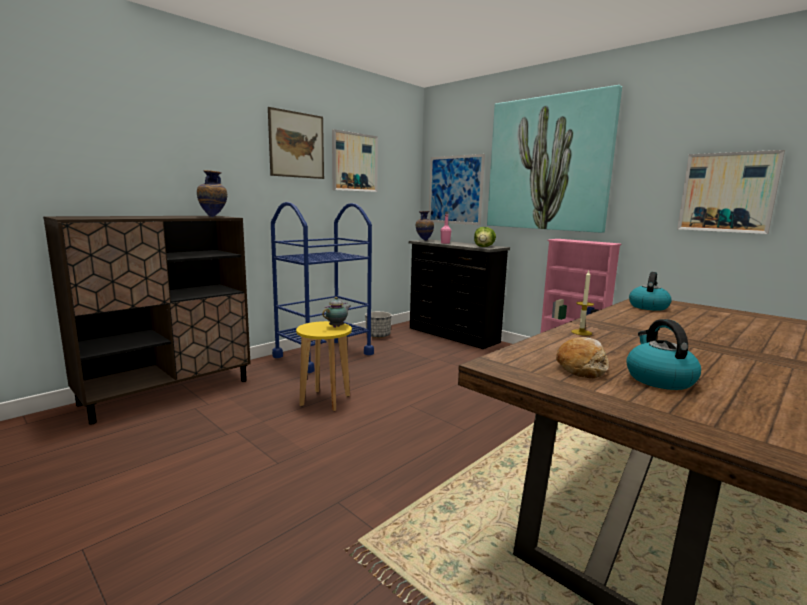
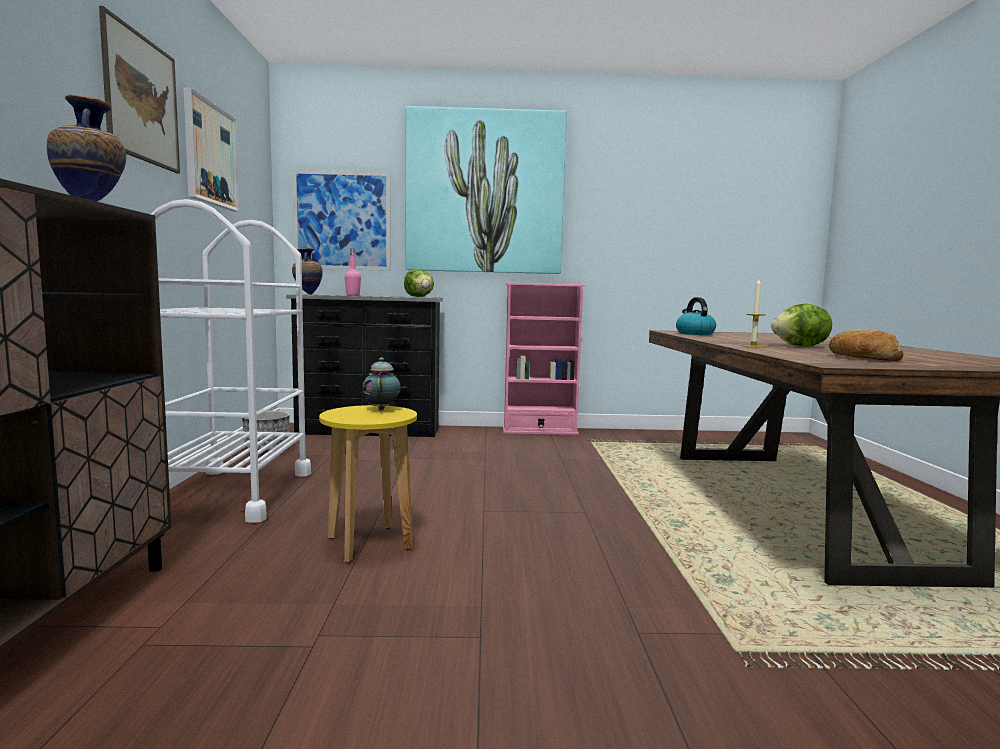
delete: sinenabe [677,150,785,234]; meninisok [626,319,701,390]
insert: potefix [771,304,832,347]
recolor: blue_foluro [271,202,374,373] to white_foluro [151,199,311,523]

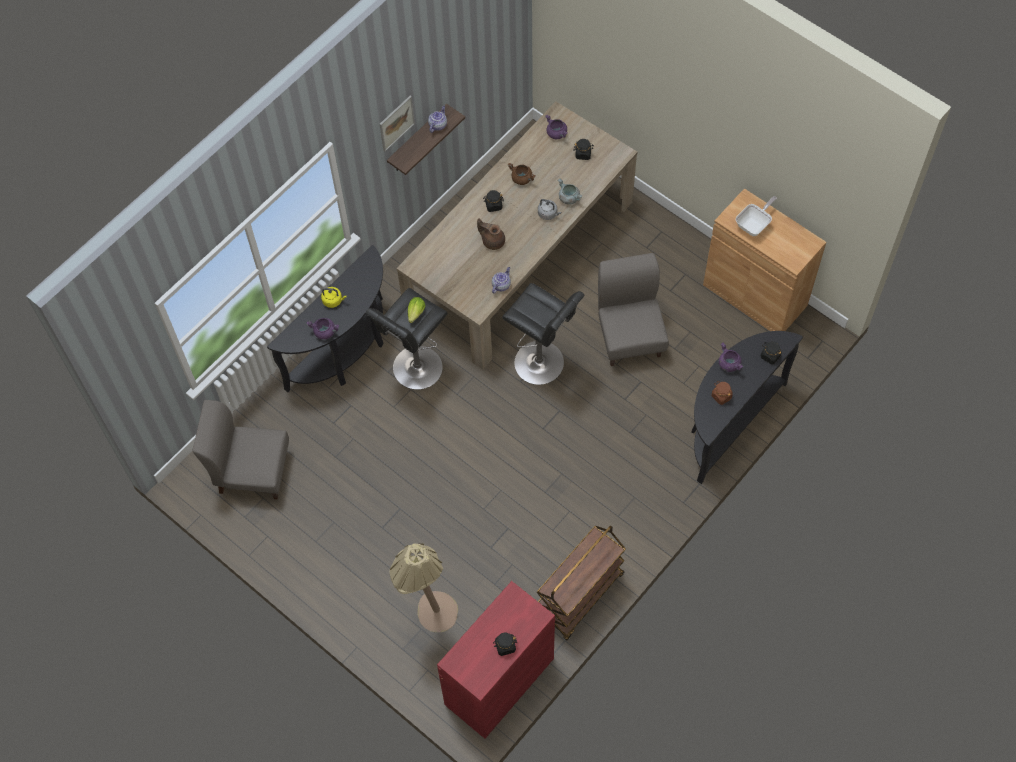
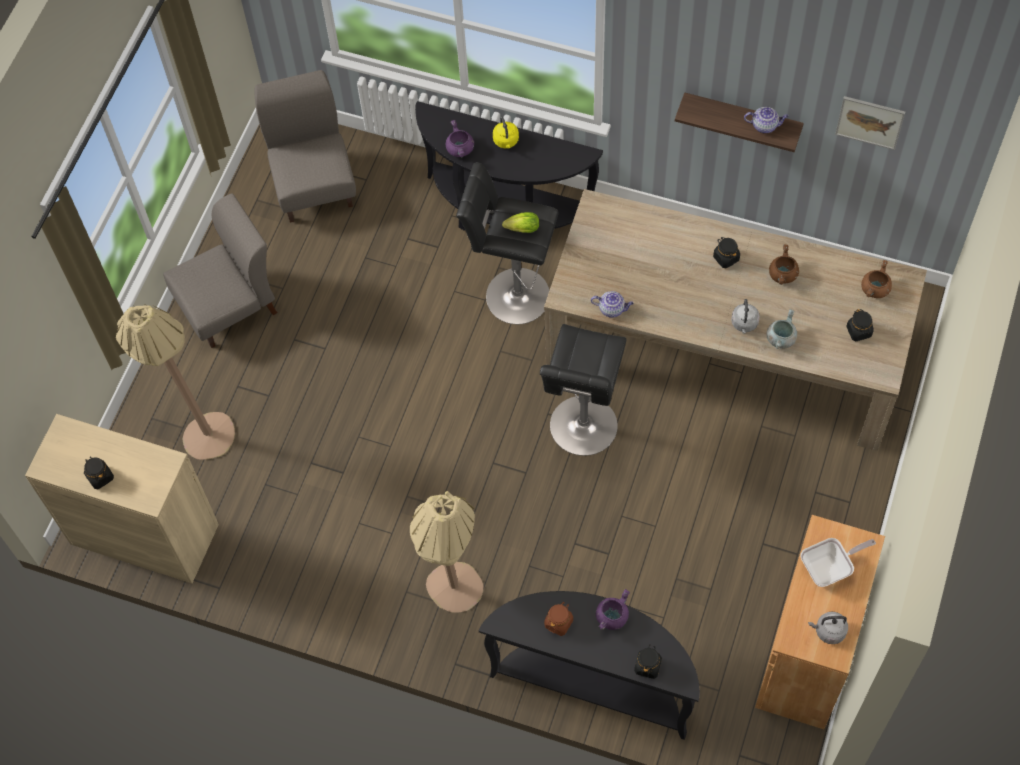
delete: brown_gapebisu [477,219,505,250]; brown_foluro [537,525,626,641]
insert: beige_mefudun [410,491,484,612]; grey_meninisok [808,612,848,644]
move: sinenabe [380,96,415,152] to [835,96,905,150]; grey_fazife [598,253,669,366] to [163,193,278,348]
recolor: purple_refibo [545,115,567,139] to brown_refibo [861,260,892,298]; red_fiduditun [437,581,555,739] to beige_fiduditun [25,414,219,583]
rotate: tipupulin [736,196,777,236] = [801,538,876,587] 45 degrees counterclockwise

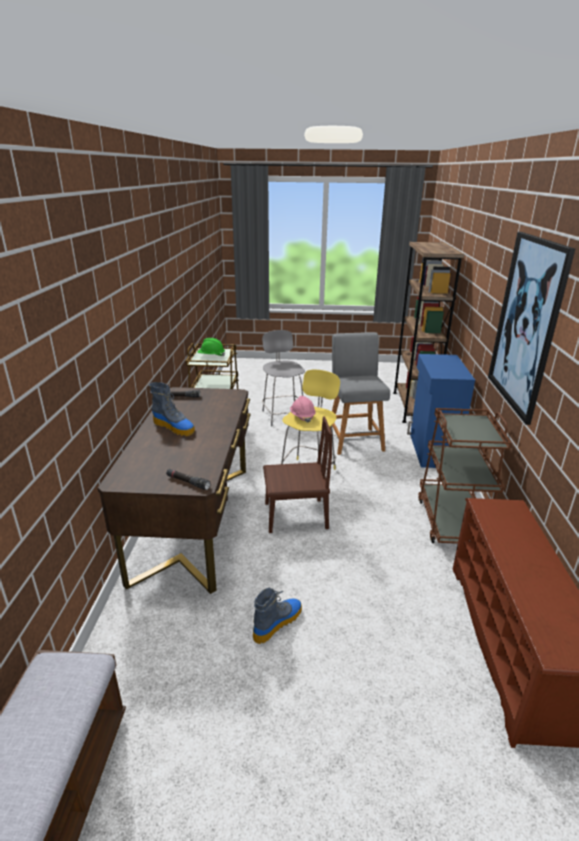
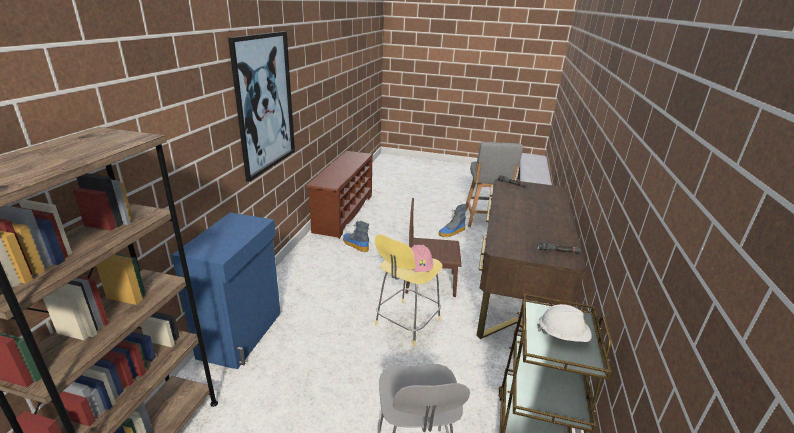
delete: brown_foluro [418,408,511,544]
move: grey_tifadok [330,332,390,455] to [466,142,523,227]; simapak [149,382,195,436] to [343,221,369,252]
recolor: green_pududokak [197,338,225,357] to white_pududokak [537,304,592,342]

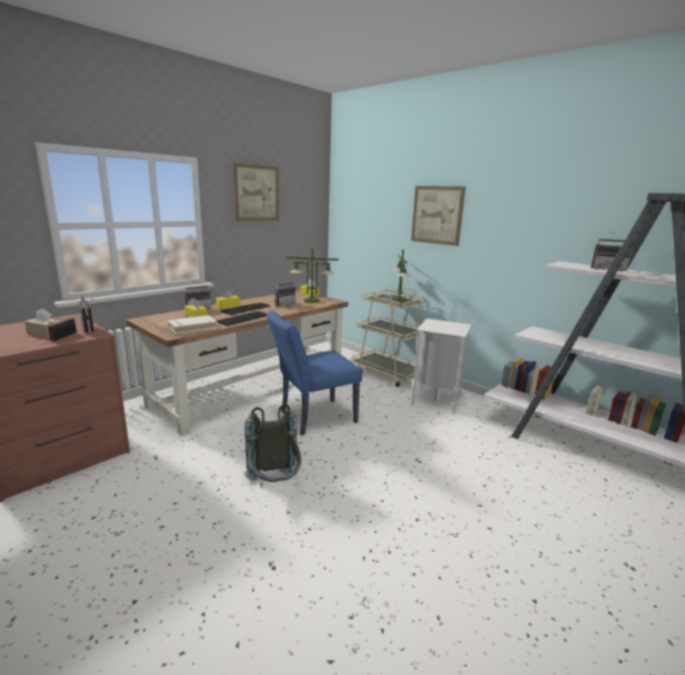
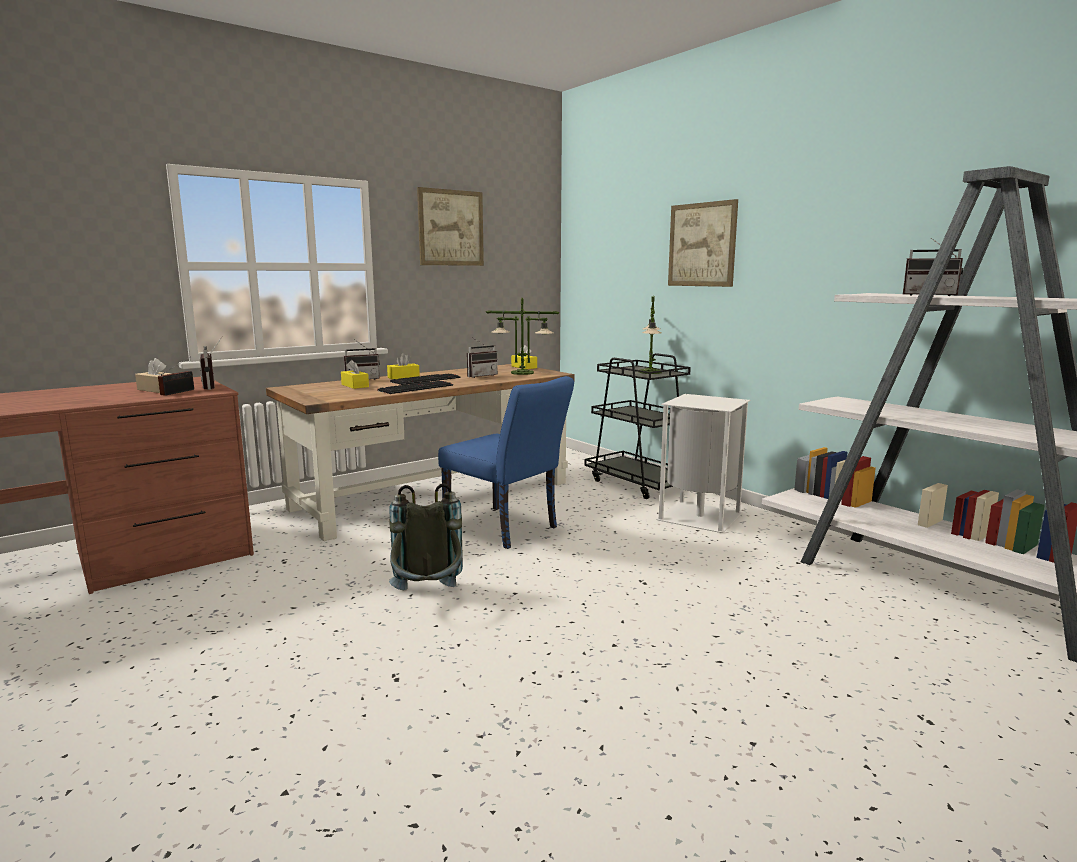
delete: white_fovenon [168,315,217,334]
recolor: beige_foluro [351,286,426,387] to black_foluro [585,353,691,499]
rotate: blue_fazife [267,311,362,436] = [438,376,574,549] 120 degrees counterclockwise

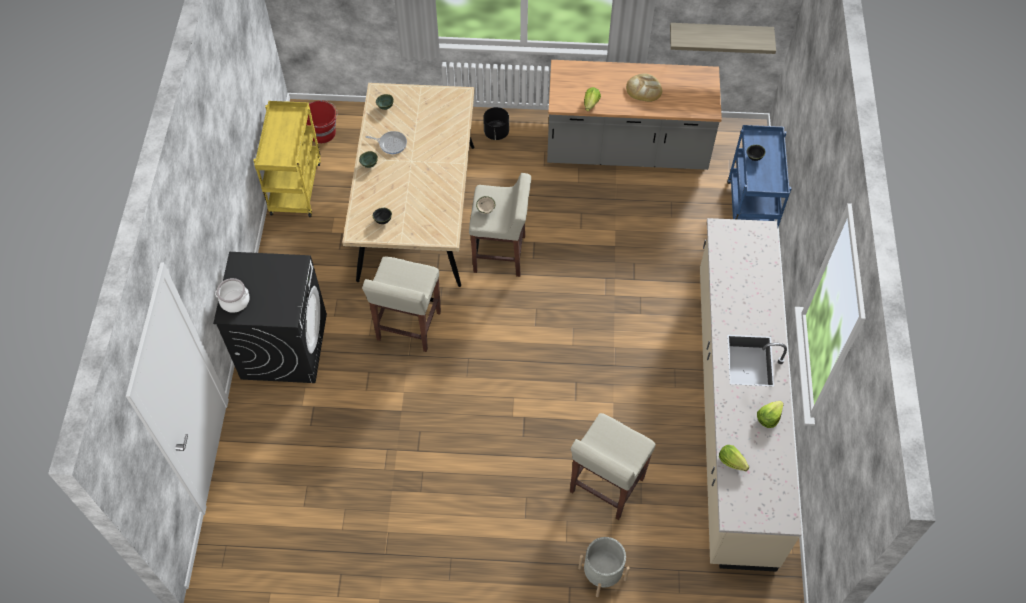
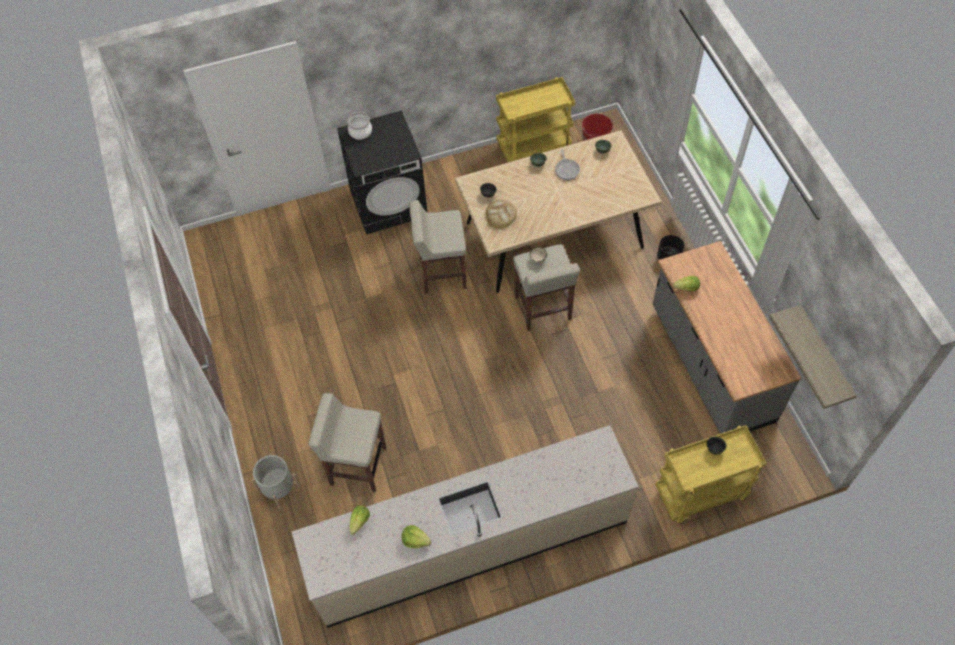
move: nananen [626,73,662,102] to [486,200,517,229]
recolor: blue_foluro [727,125,791,227] to yellow_foluro [655,425,767,524]

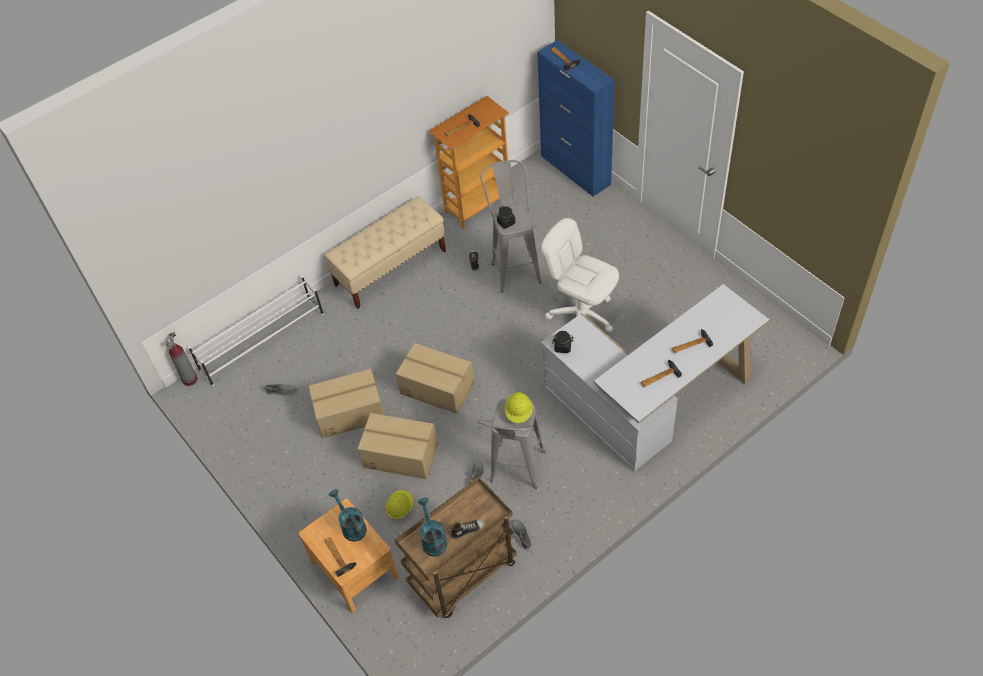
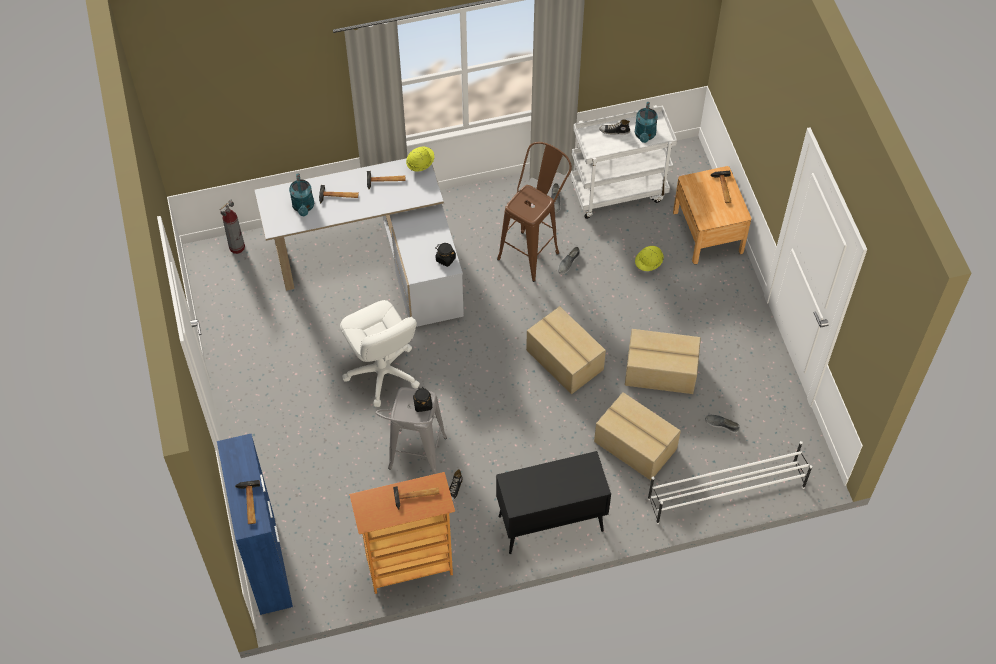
move: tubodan [166,331,198,386] to [220,199,245,254]; yellow_pududokak [505,392,533,423] to [406,147,434,172]; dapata [357,413,438,479] to [594,392,681,480]; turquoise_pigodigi [329,489,367,542] to [289,173,314,216]
replace: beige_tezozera [324,196,446,309] to black_fiduditun [496,451,611,554]
recolor: grey_tifadok [477,399,545,489] to brown_tifadok [497,142,572,282]; brown_foluro [395,477,516,618] to white_foluro [570,105,677,219]

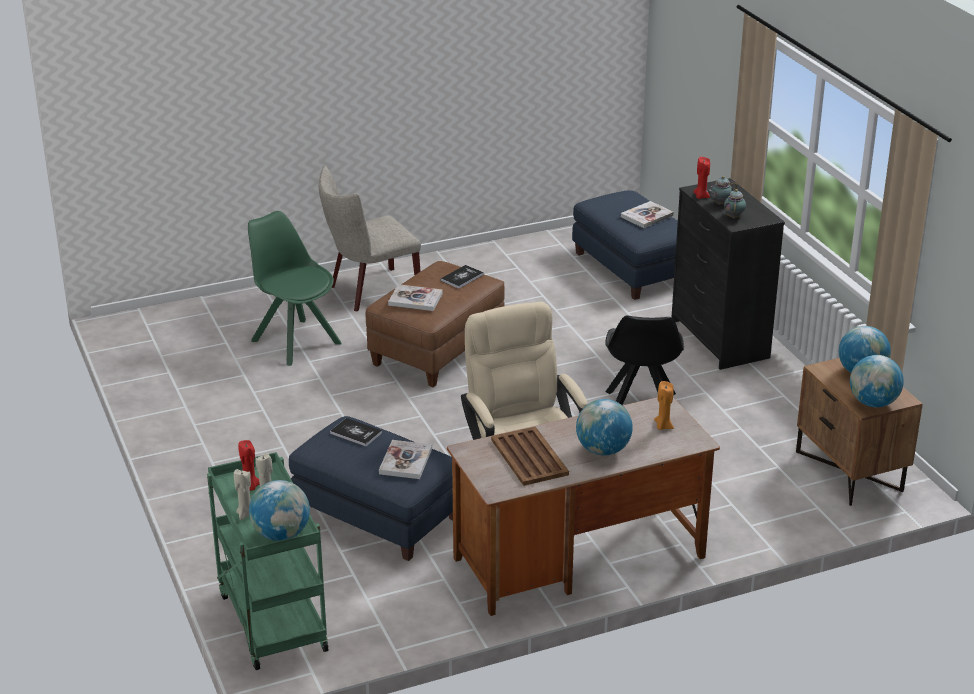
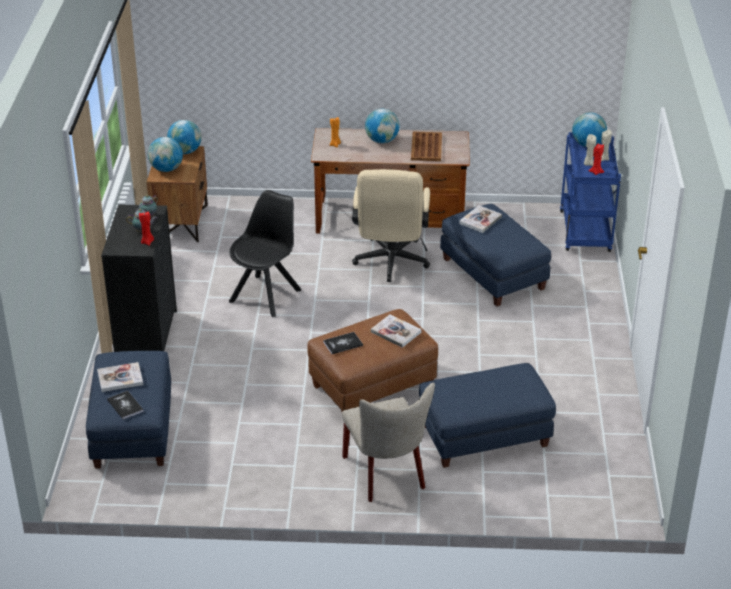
move: fovenon [330,418,382,447] to [107,390,144,420]
replace: green_fazife [248,211,341,366] to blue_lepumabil [419,363,556,468]
recolor: green_foluro [207,452,328,670] to blue_foluro [560,132,621,252]
rotate: beige_fazife [319,166,421,312] = [342,382,435,502] 75 degrees clockwise

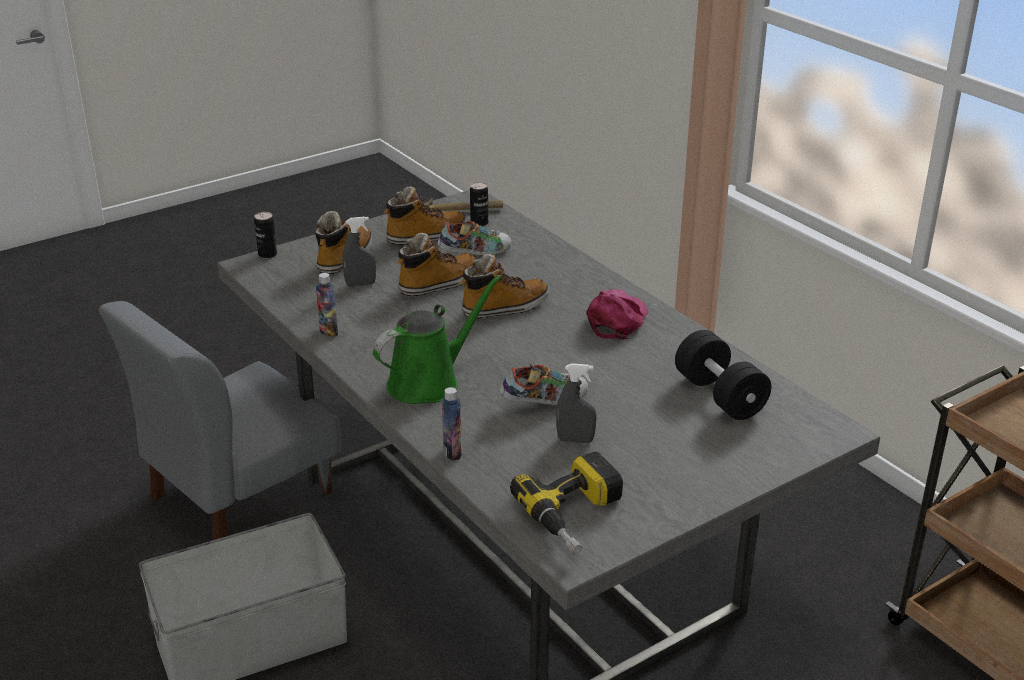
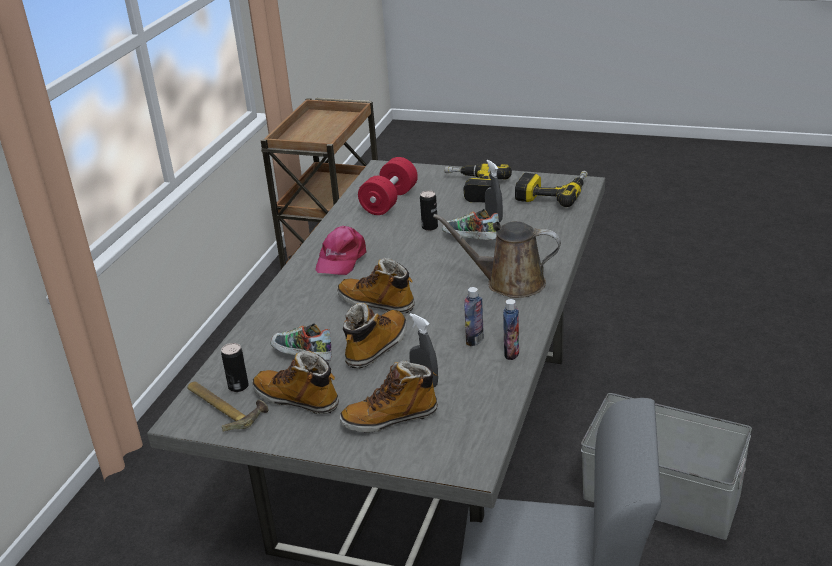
insert: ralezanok [445,164,512,202]
move: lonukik [254,212,277,259] to [420,190,438,231]; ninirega [442,387,462,461] to [464,287,484,346]
recolor: green_pigodigi [373,275,502,404] to brown_pigodigi [433,214,561,298]; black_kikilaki [675,330,771,420] to red_kikilaki [358,157,418,215]
rotate: simapak [397,233,476,296] = [343,303,407,369] 105 degrees clockwise; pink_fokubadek [586,289,648,339] = [315,226,367,275] 60 degrees counterclockwise

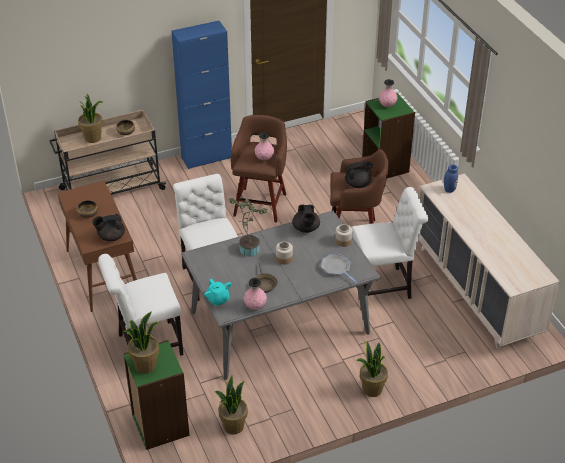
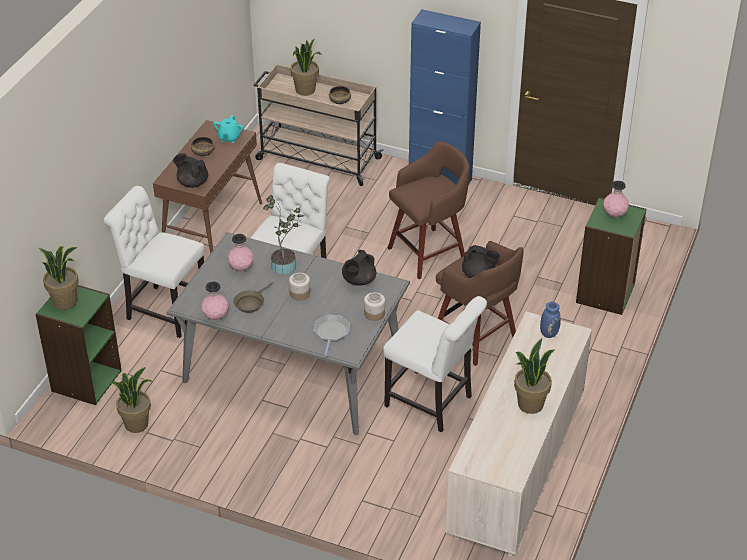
move: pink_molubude [255,132,274,161] to [227,234,254,271]; turquoise_gapebisu [204,279,231,306] to [213,115,244,143]; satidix [356,341,388,397] to [514,338,554,414]

